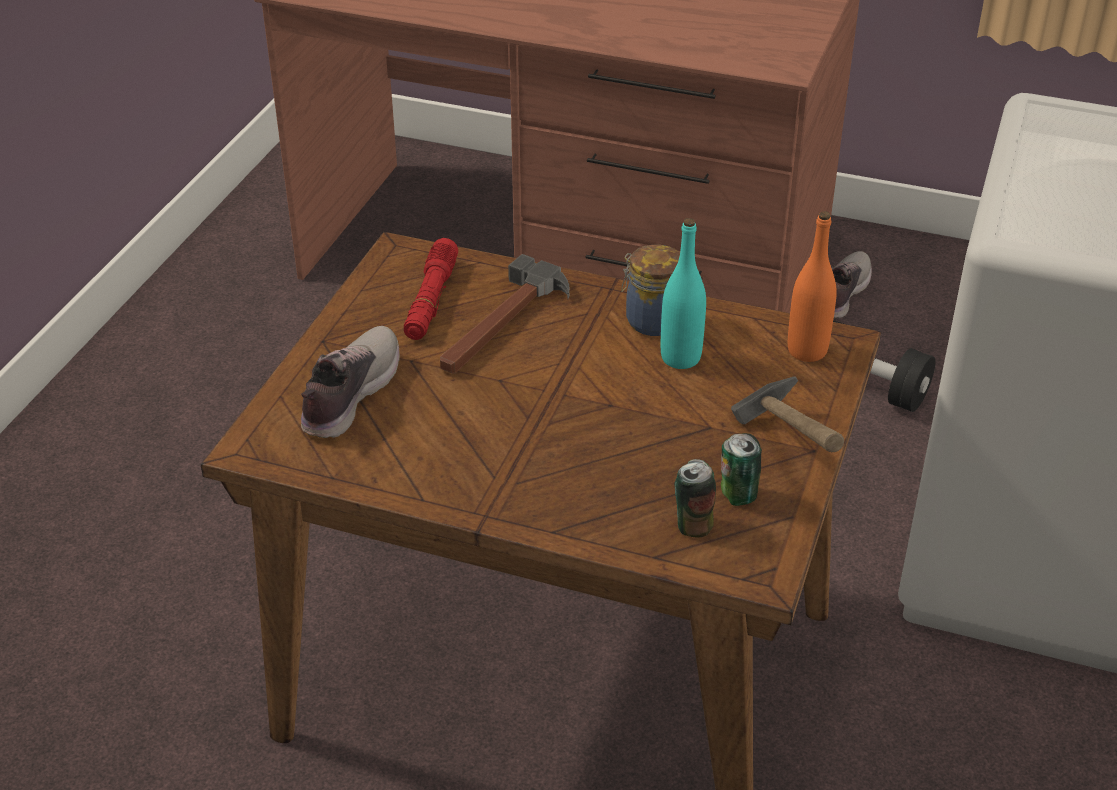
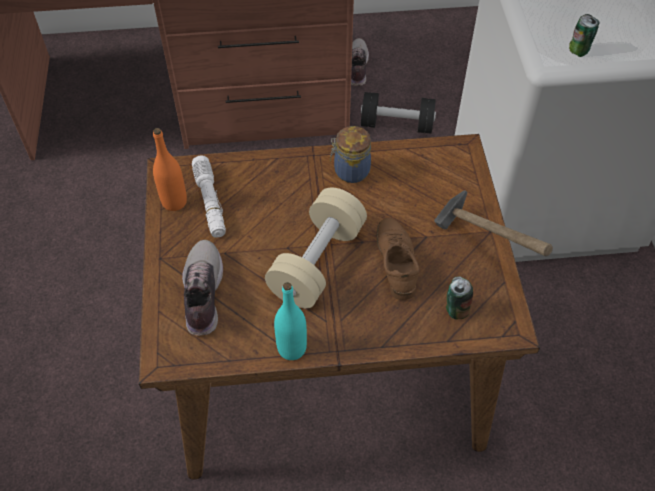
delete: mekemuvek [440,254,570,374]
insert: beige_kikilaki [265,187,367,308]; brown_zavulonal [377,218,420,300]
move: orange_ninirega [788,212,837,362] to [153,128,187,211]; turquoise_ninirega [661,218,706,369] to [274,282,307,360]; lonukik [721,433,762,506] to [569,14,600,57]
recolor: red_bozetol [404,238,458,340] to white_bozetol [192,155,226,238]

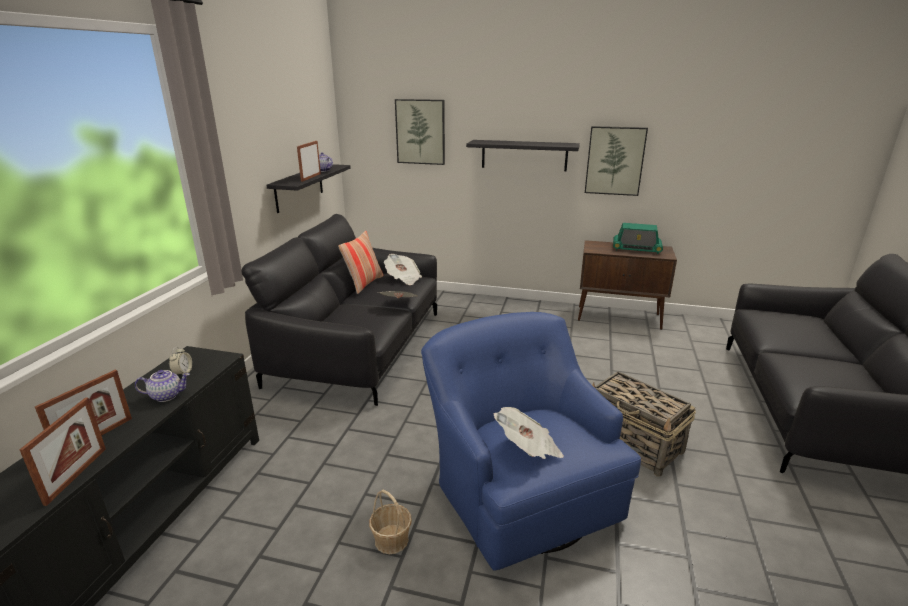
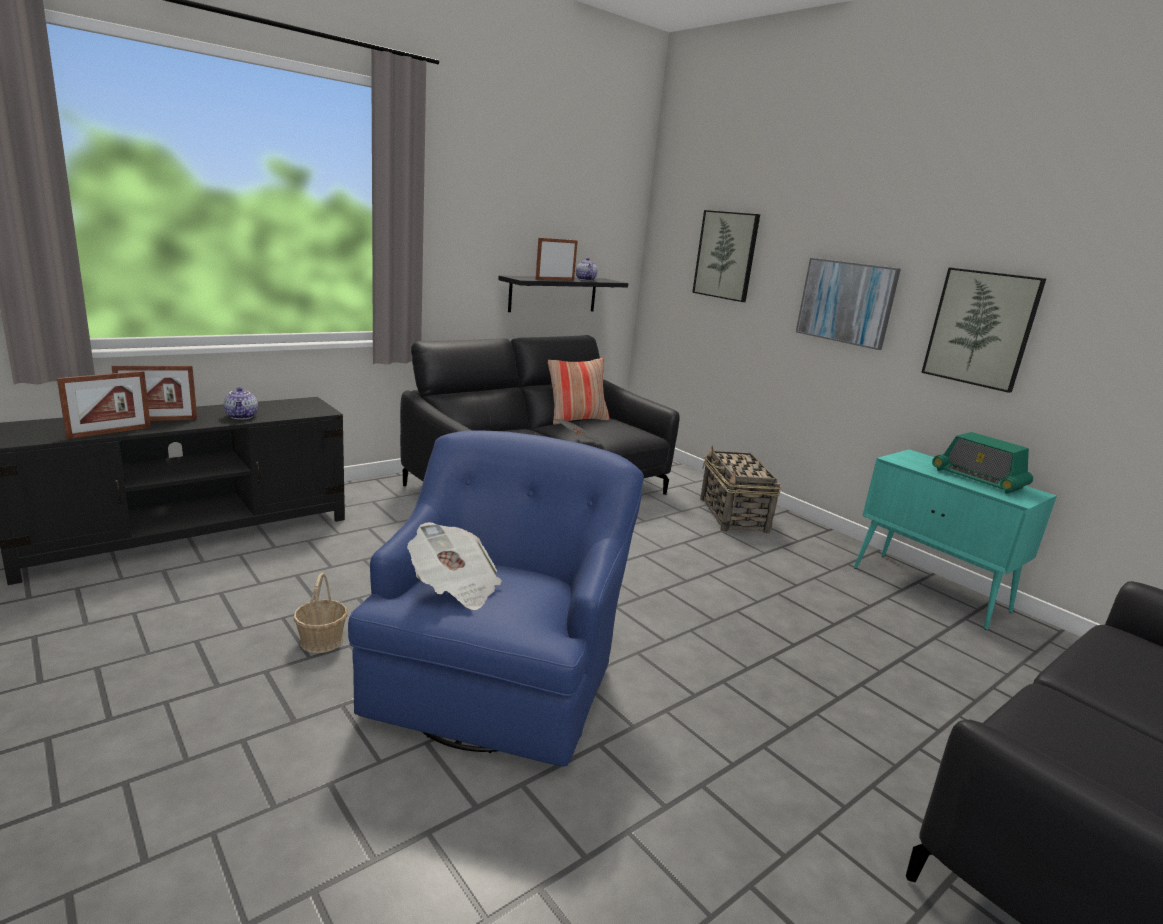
delete: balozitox [384,254,422,285]; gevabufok [169,347,192,375]
move: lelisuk [592,372,696,477] to [700,445,781,534]
replace: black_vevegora [466,140,580,171] to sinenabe [796,258,901,350]
recolor: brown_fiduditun [578,240,677,330] to turquoise_fiduditun [854,449,1057,630]
rotate: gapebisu [135,370,190,402] = [224,387,258,420] 45 degrees clockwise

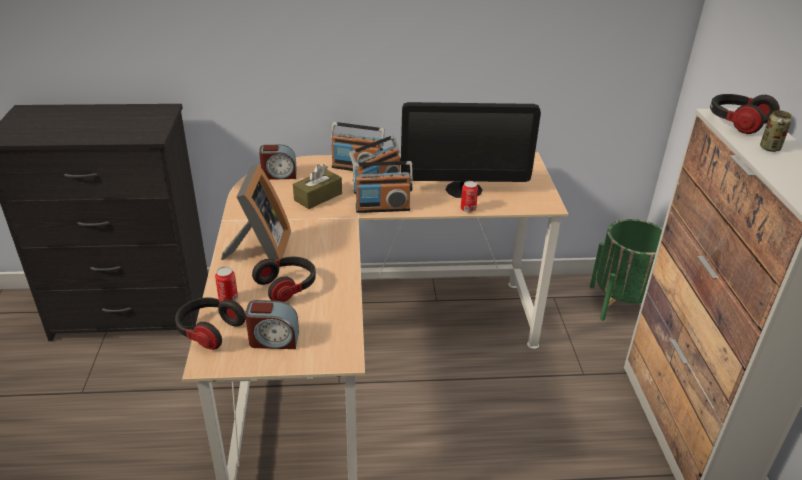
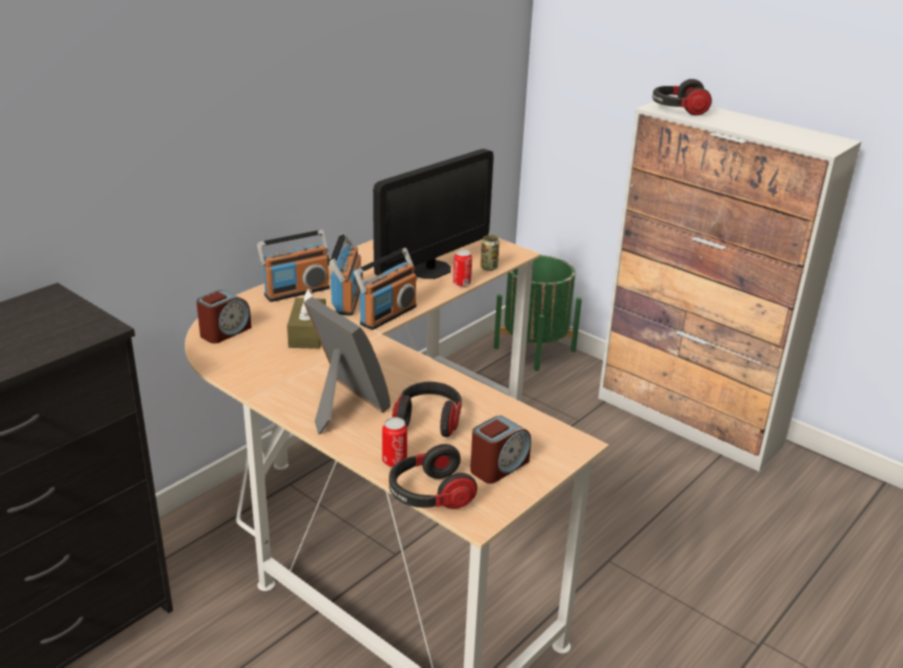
move: lonukik [760,110,792,152] to [480,235,499,271]

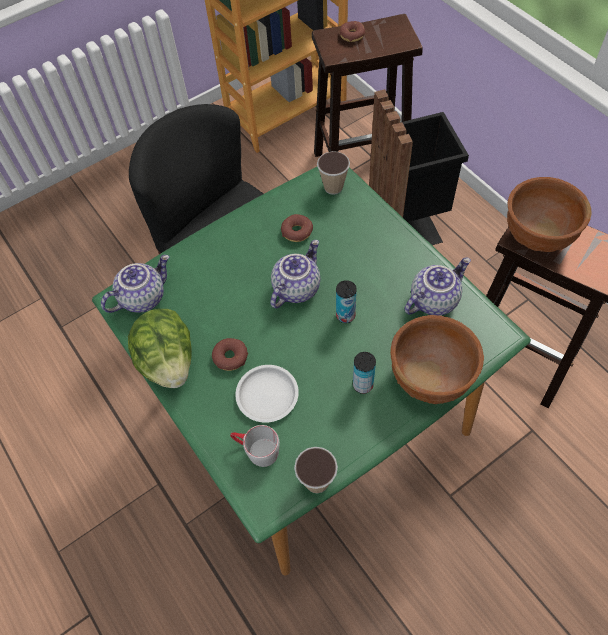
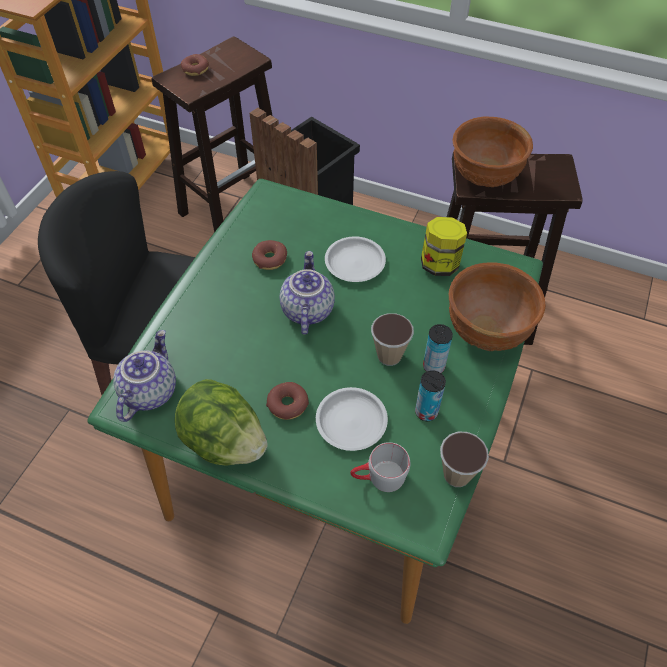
insert: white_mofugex [325,236,386,282]
move: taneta [317,151,350,195] to [371,313,414,366]; lonukik [336,280,357,323] to [415,370,446,421]
replace: gapebisu [404,257,471,315] to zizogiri [421,217,467,276]

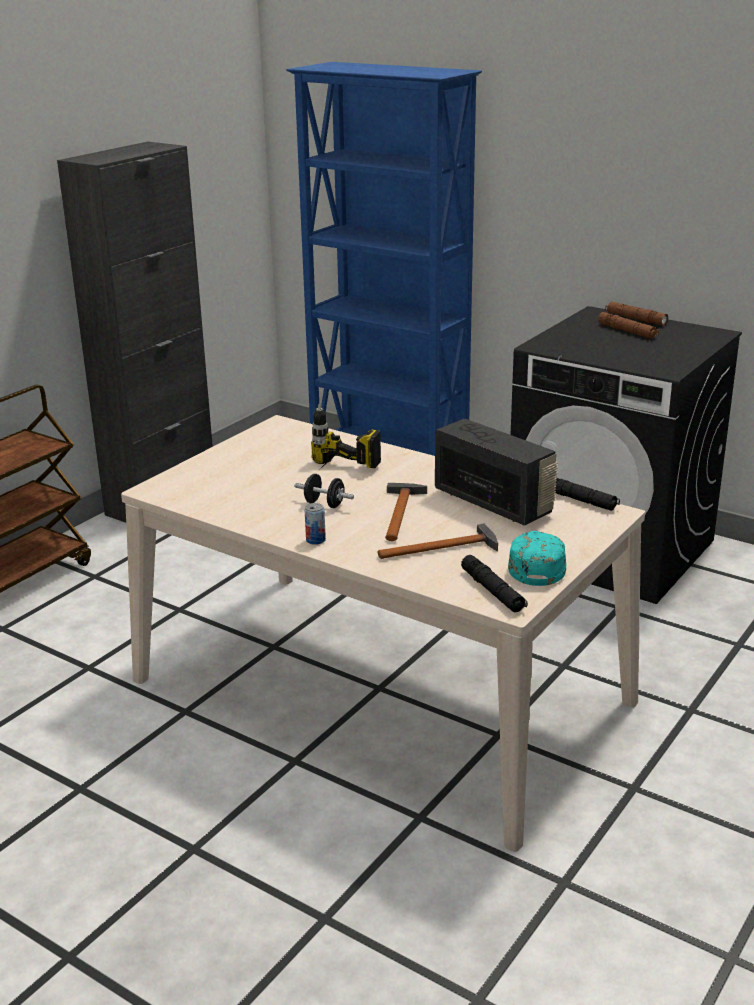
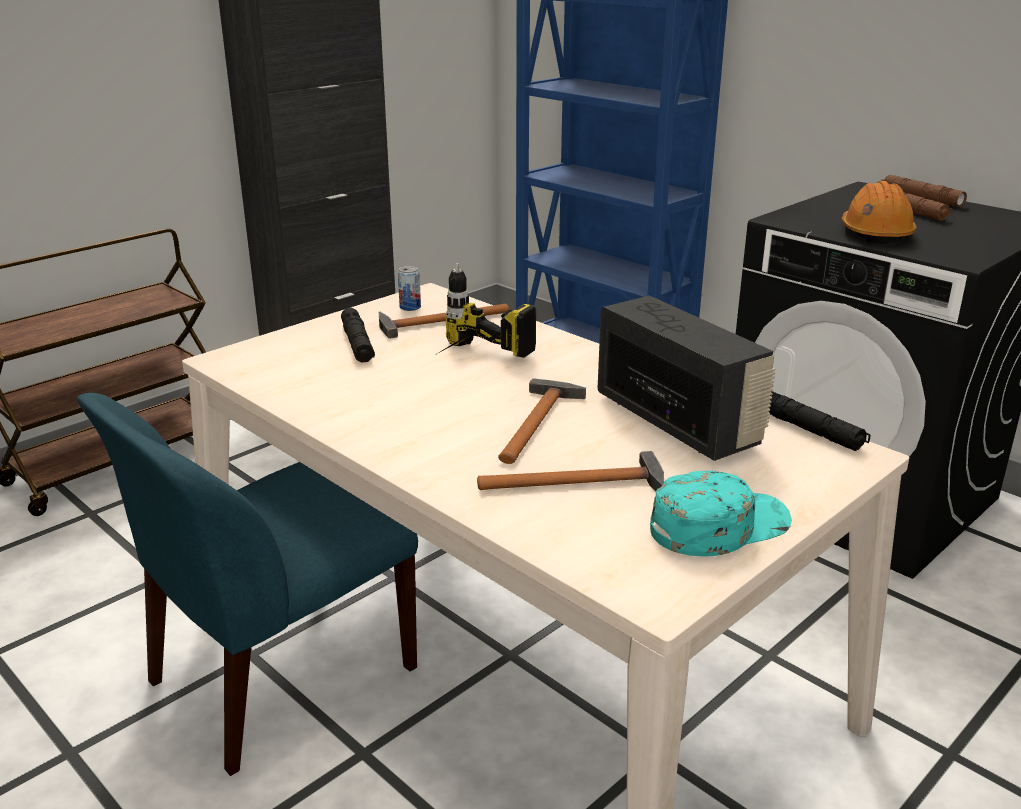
delete: black_kikilaki [294,474,354,508]
insert: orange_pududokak [842,181,917,244]; mekemuvek [379,304,509,339]; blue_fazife [77,393,418,776]
move: lonukik [305,503,326,545] to [398,266,421,311]; black_bozetol [461,555,528,612] to [341,308,375,362]
rotate: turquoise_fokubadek [508,531,566,586] = [650,471,792,556] 45 degrees clockwise

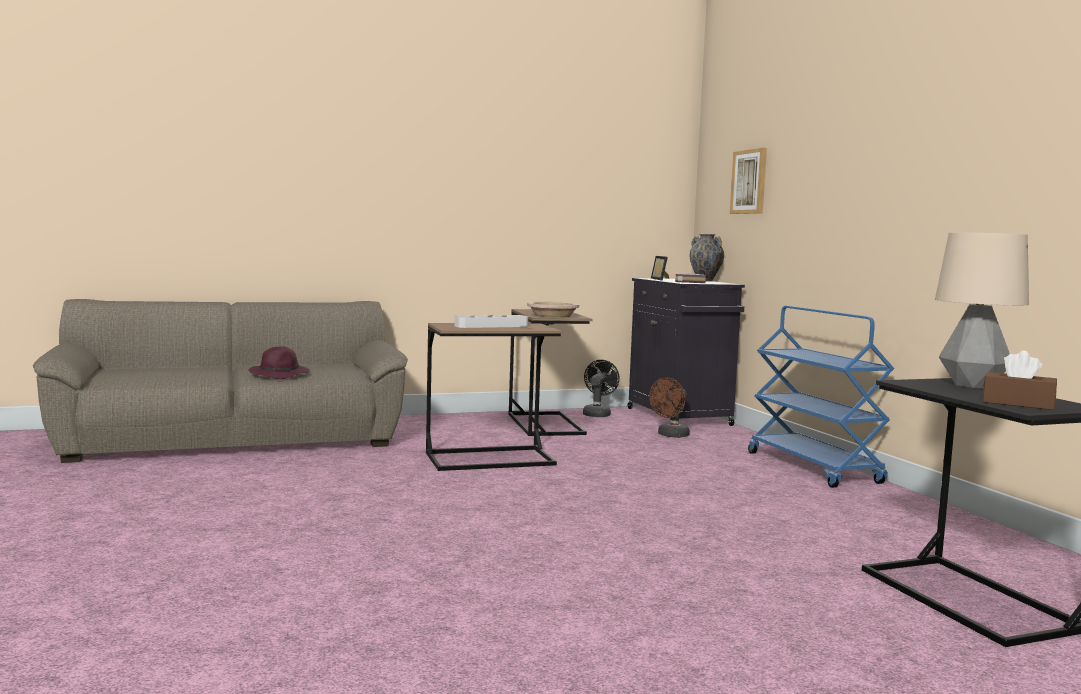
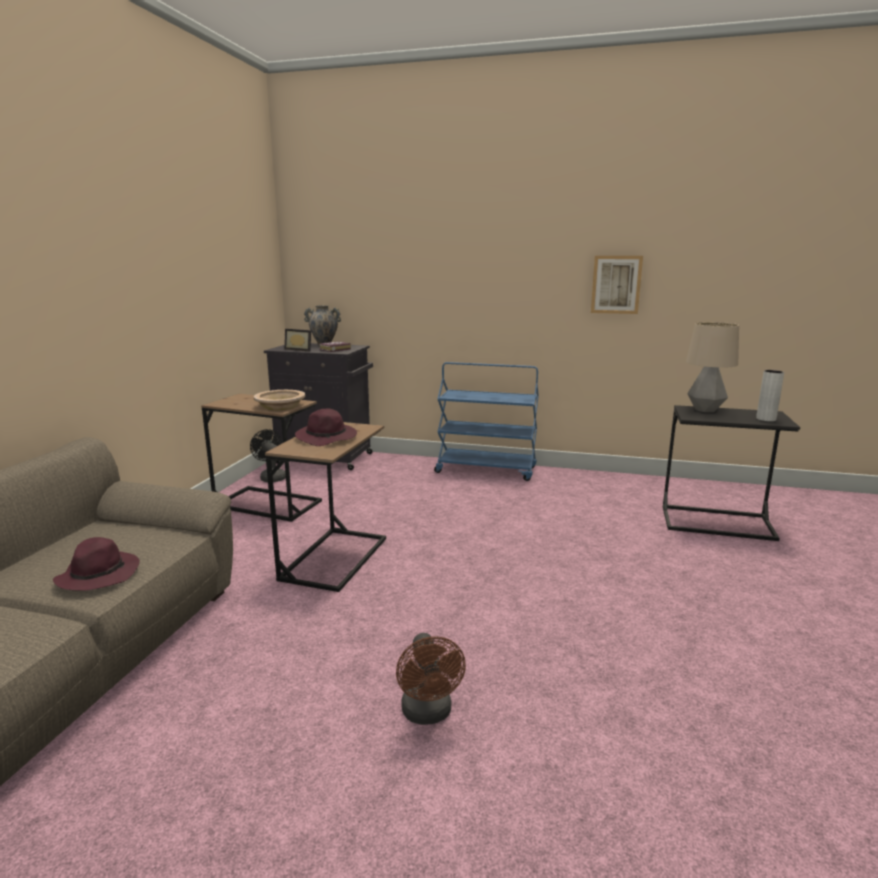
move: sinenabe [730,148,767,214] to [591,256,643,314]; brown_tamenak [649,377,690,438] to [396,633,466,725]
replace: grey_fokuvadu [454,315,528,328] to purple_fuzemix [295,409,357,446]; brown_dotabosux [983,351,1057,410] to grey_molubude [756,370,784,422]

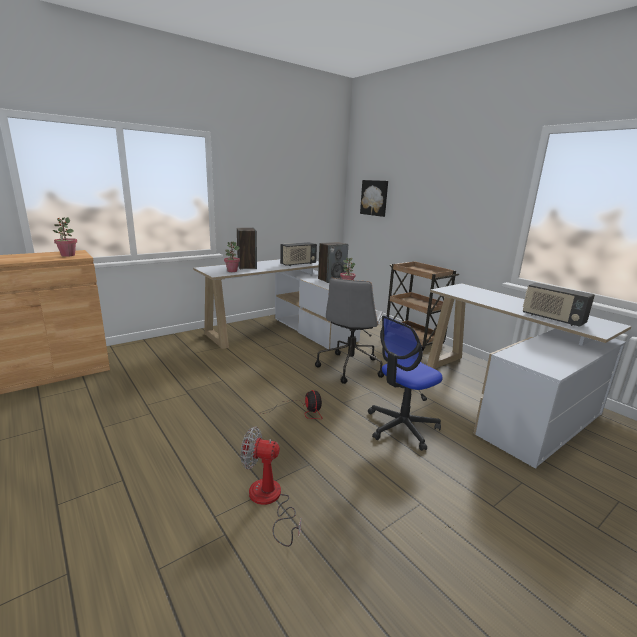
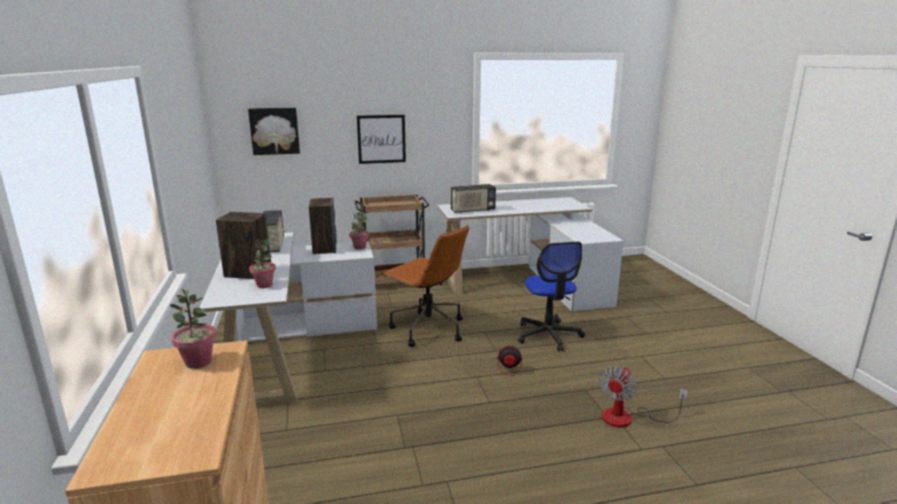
insert: sinenabe [357,115,406,164]
move: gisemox [523,283,595,327] to [451,184,496,213]
recolor: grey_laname [315,278,384,384] to brown_laname [380,225,469,347]

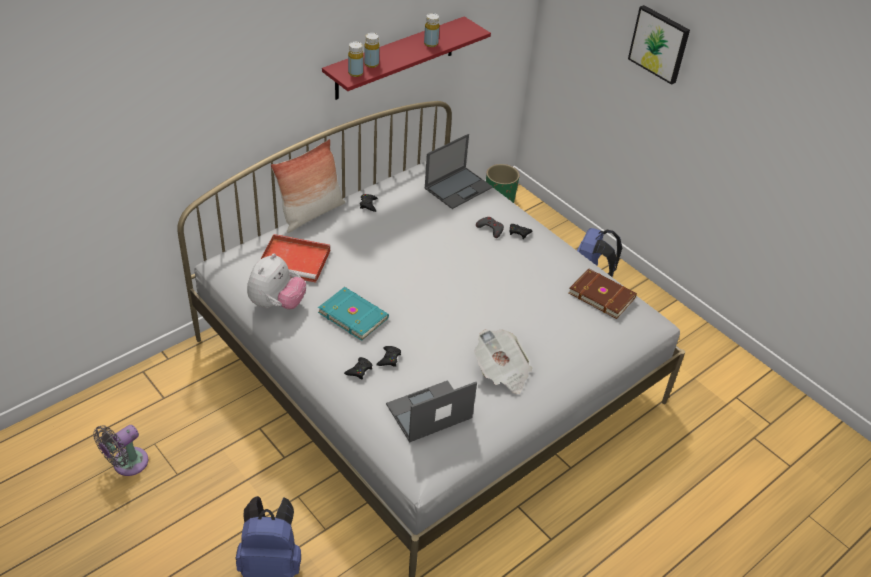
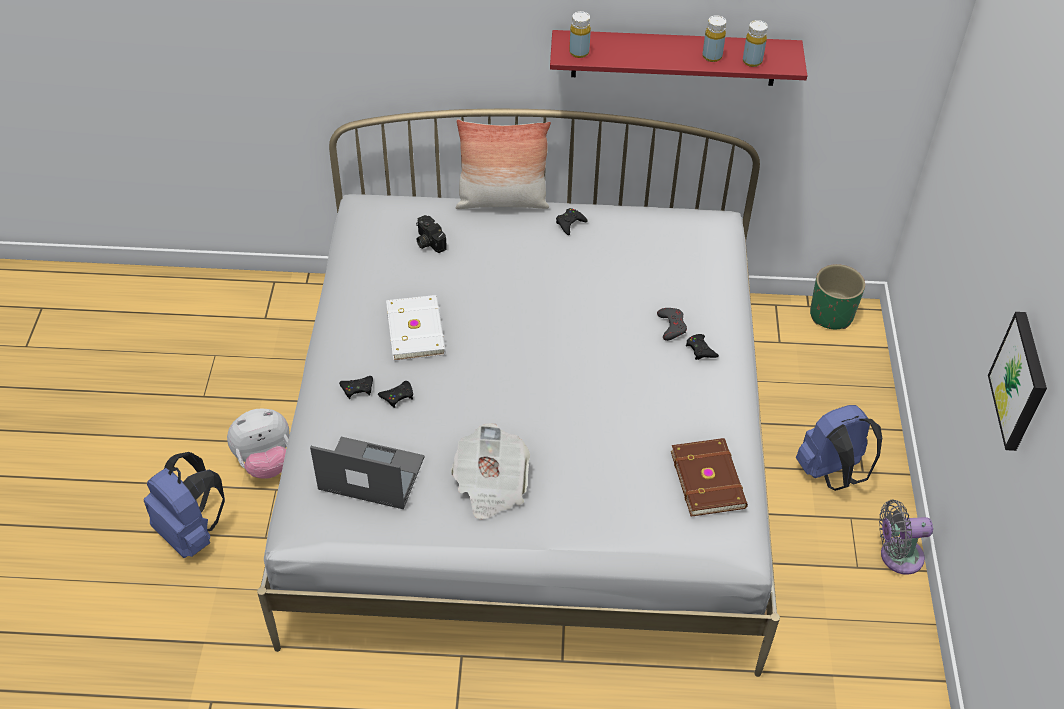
delete: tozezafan [425,134,493,209]
move: sinenabe [628,5,690,85] to [988,312,1047,451]; yellow_ninirega [364,33,379,68] to [743,20,768,67]; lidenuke [247,253,306,309] to [227,409,290,479]; grey_tamenak [93,425,149,476] to [879,500,933,575]
replace: red_fokuvadu [260,234,330,283] to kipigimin [416,215,447,253]
recolor: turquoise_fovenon [318,287,389,341] to white_fovenon [386,295,446,361]

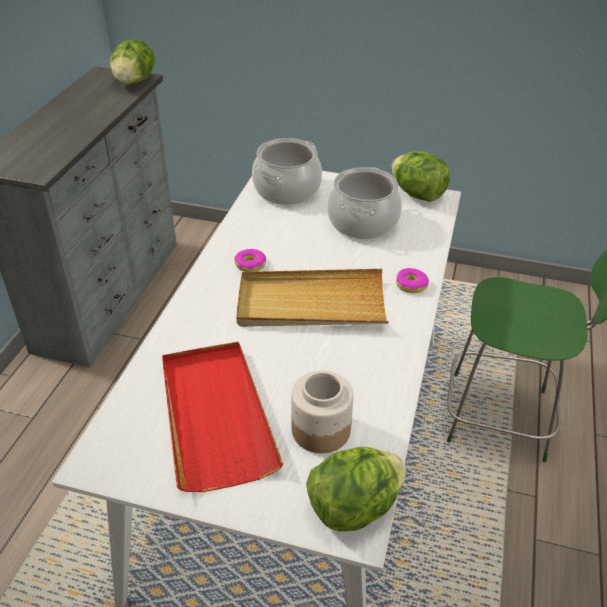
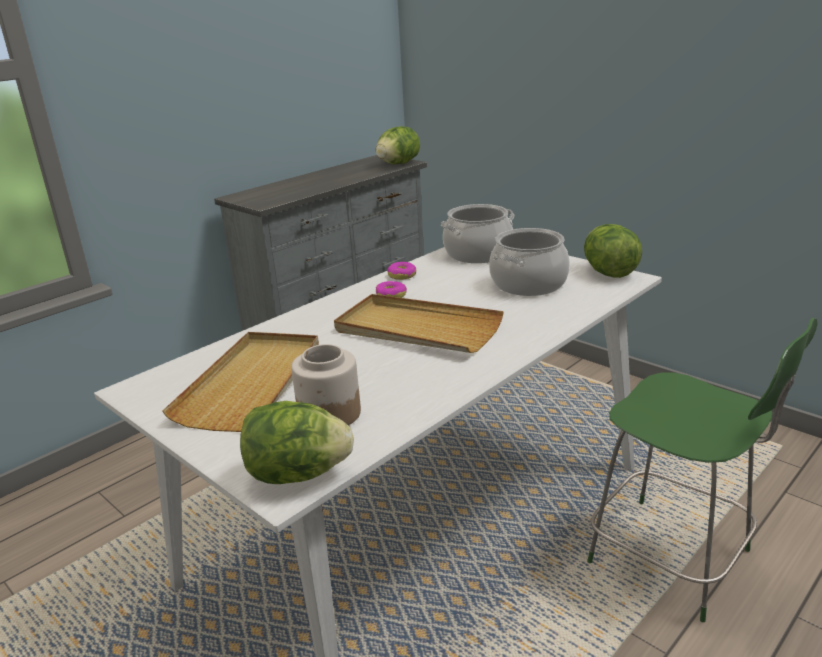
move: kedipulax [396,268,429,293] to [387,262,416,280]
recolor: red_fokuvadu [162,342,283,492] to beige_fokuvadu [162,332,319,432]

